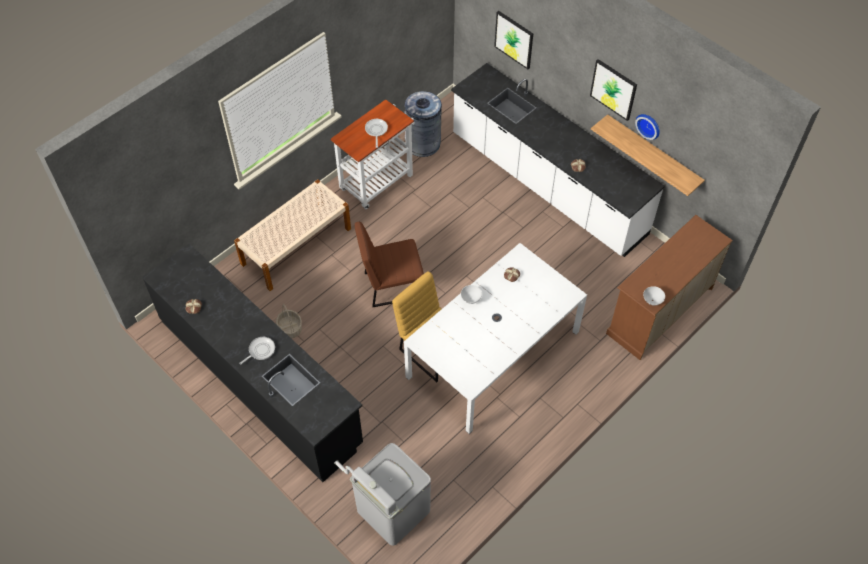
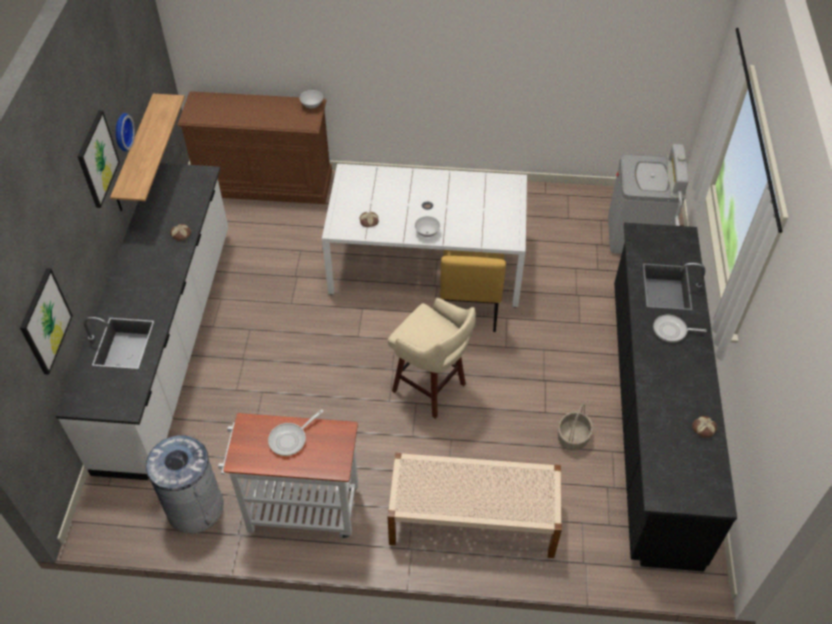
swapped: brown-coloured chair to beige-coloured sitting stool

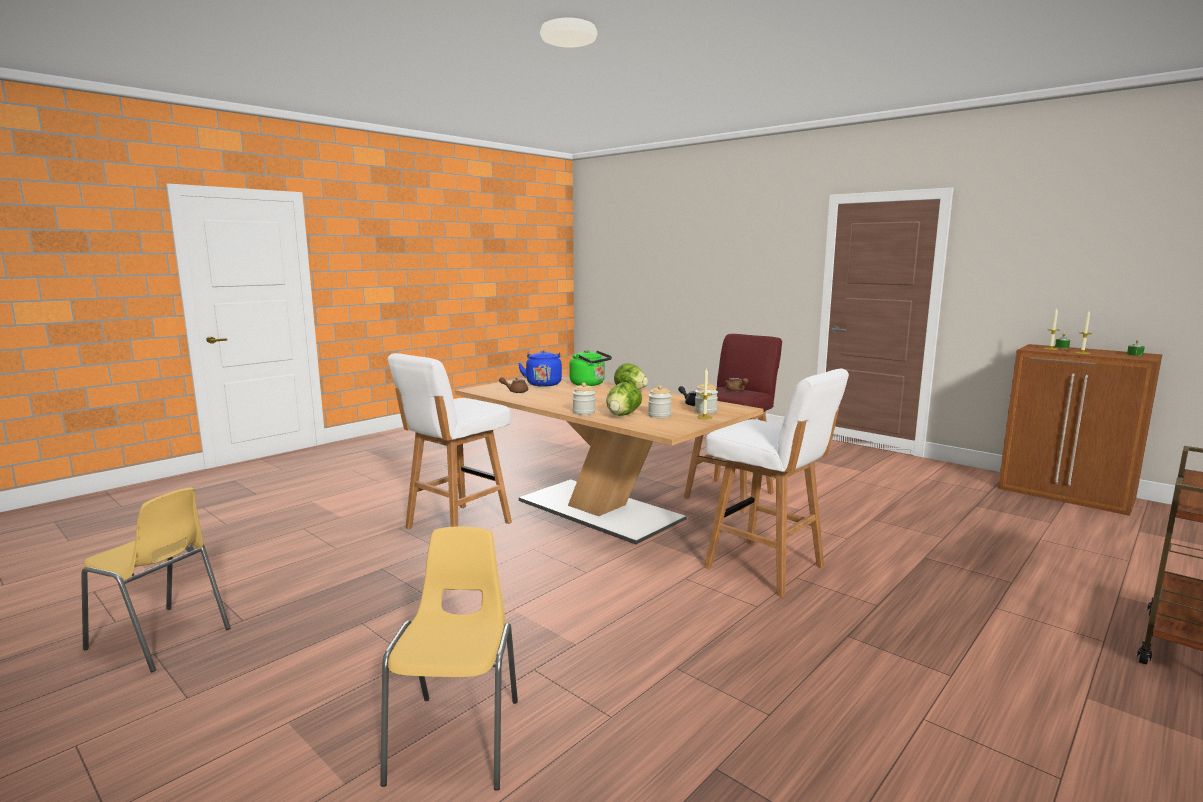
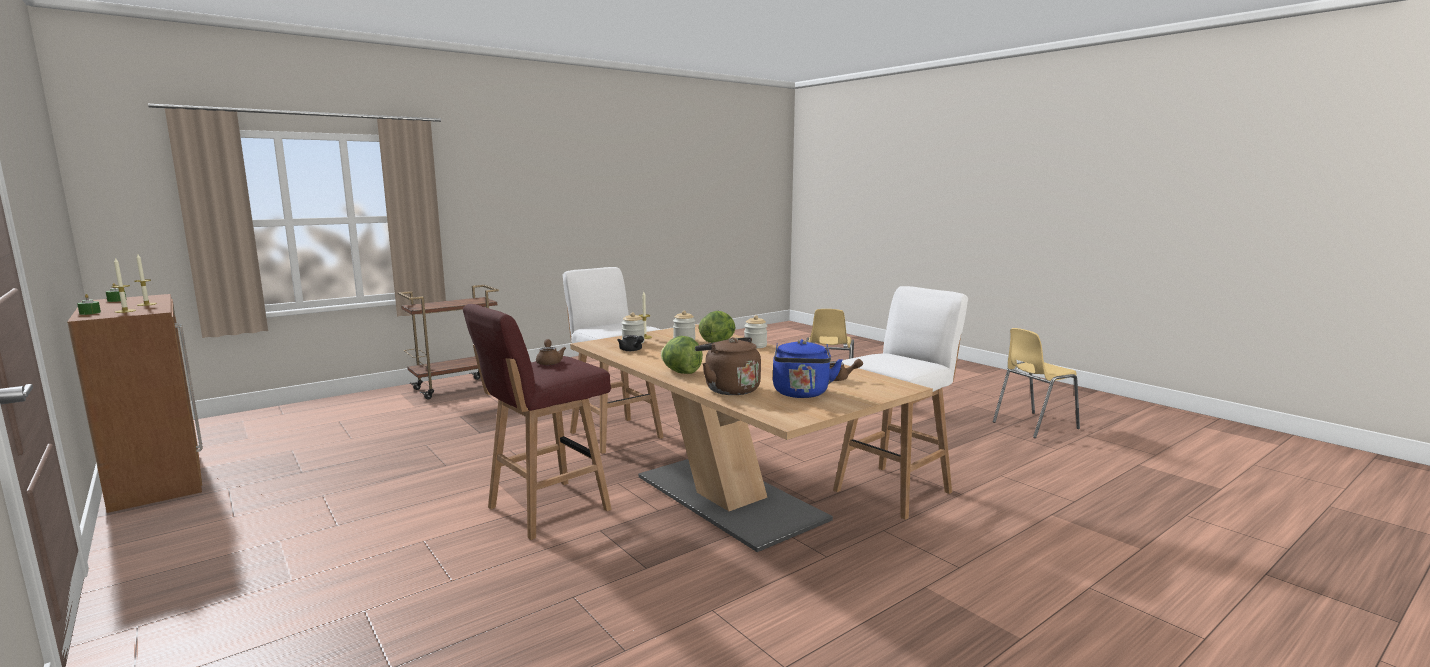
repainted: green kettle to brown-coloured kettle
rotated: yellow-coloured chair (no. 1 from left in the first image) 60 degrees counterclockwise

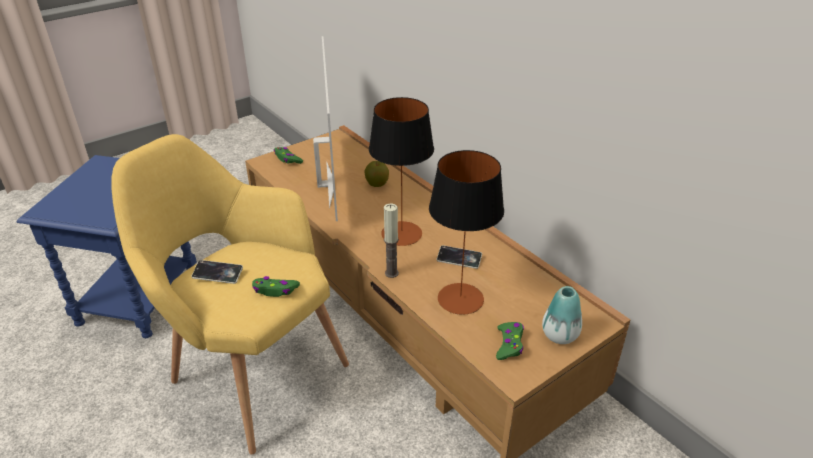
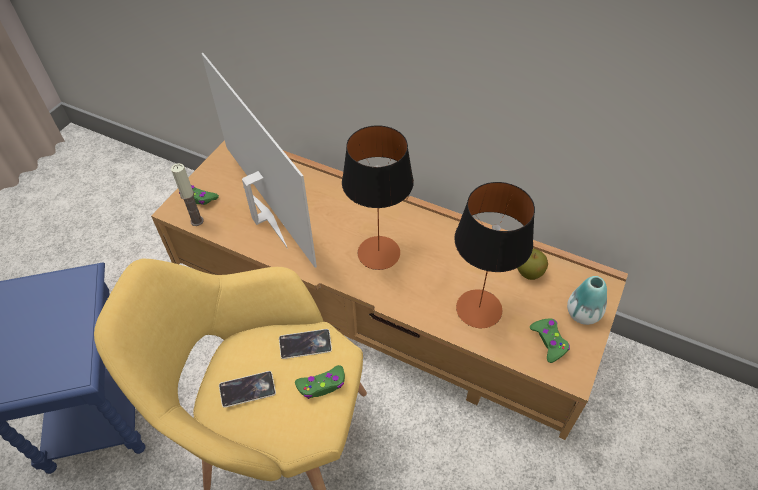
shifted: apple fruit; candle; handset (no. 2 from left)

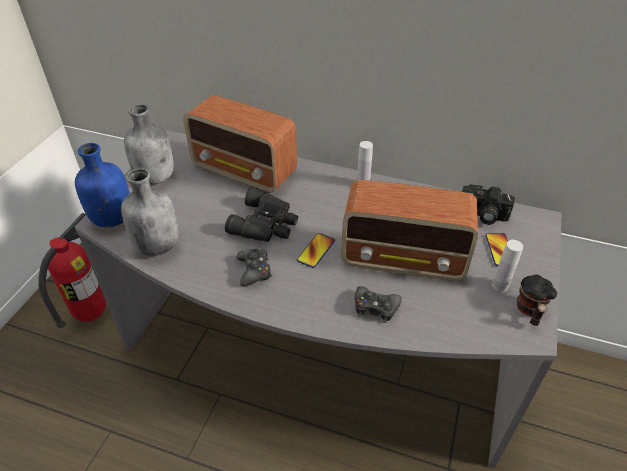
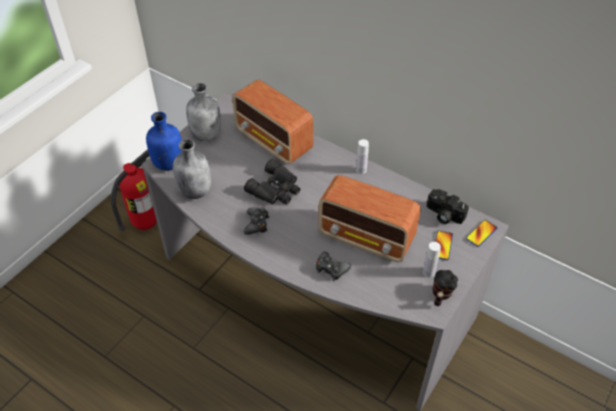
shifted: handset (no. 1 from left in the first image) to handset (no. 2 from left)

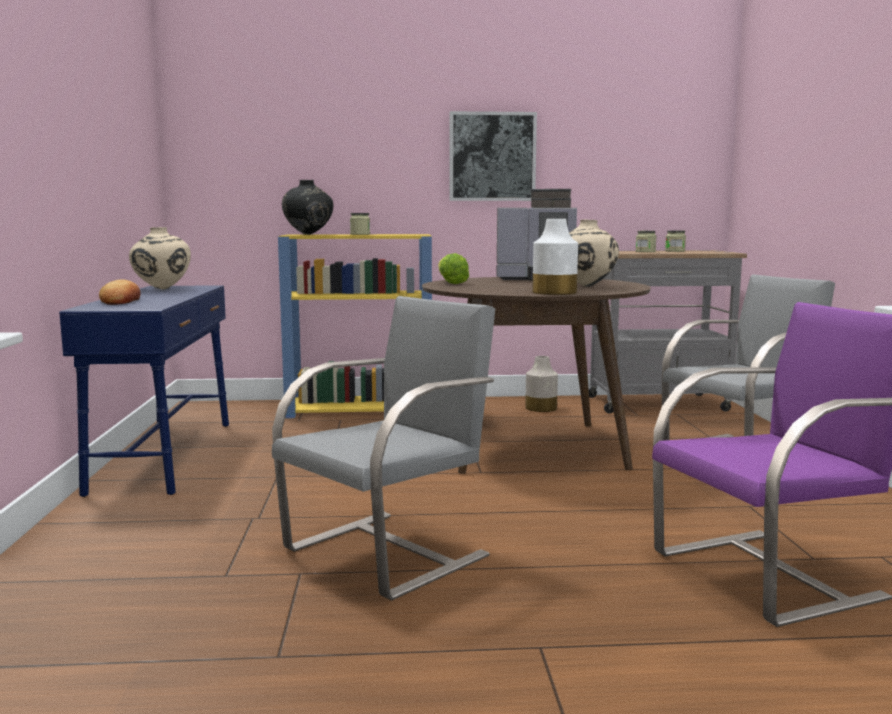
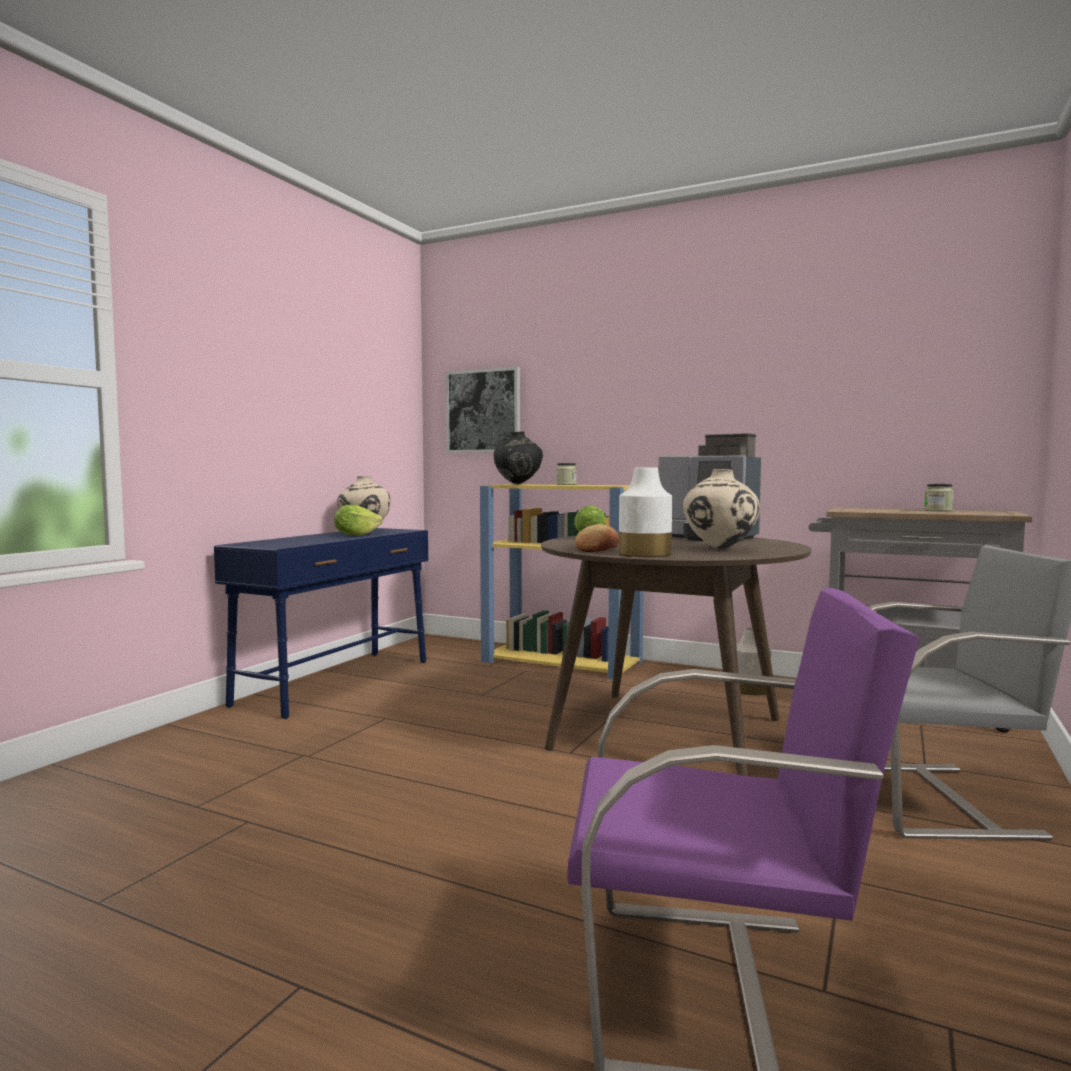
gone: greyish chair (no. 1 from left); jar (no. 2 from left)
new: lettuce (no. 1 from left)
shifted: baked bread; wall picture

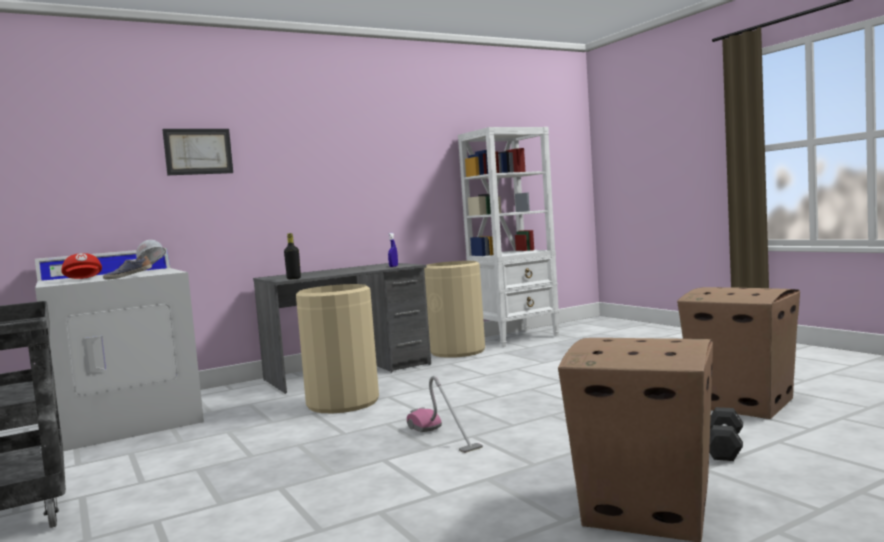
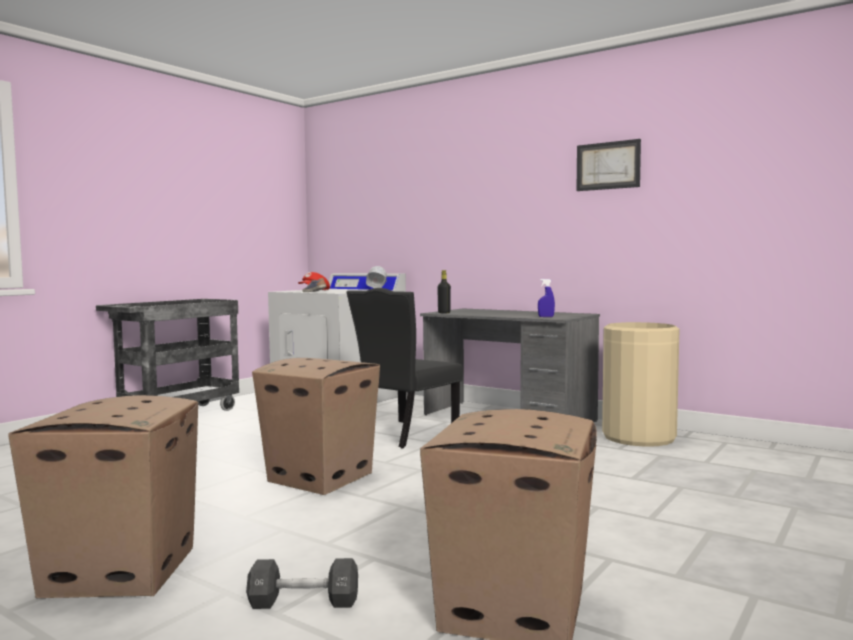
gone: white-coloured bookcase
shifted: wall picture
swapped: beige-coloured rubbish bin (no. 1 from left) to blackish chair; vacuum cleaner to packing box (no. 2 from left)

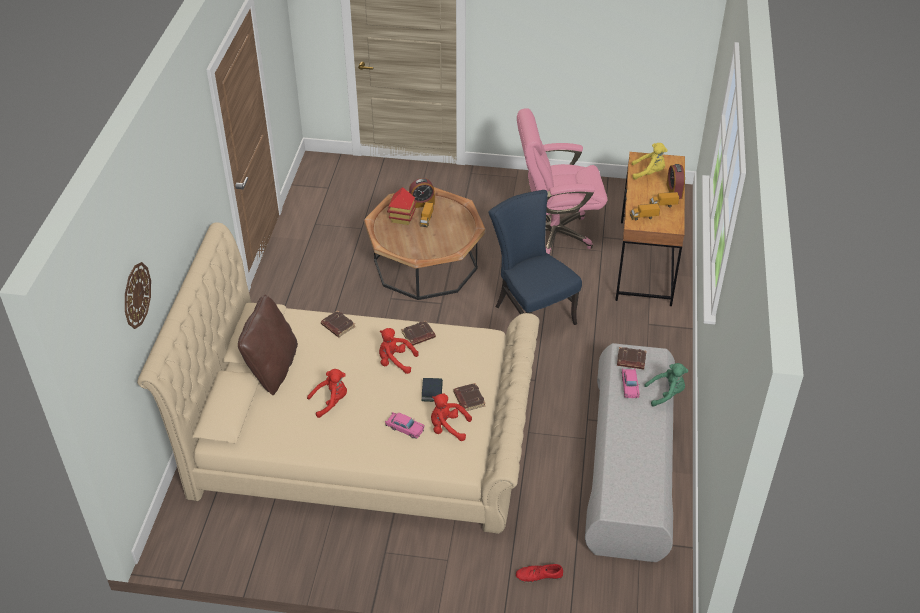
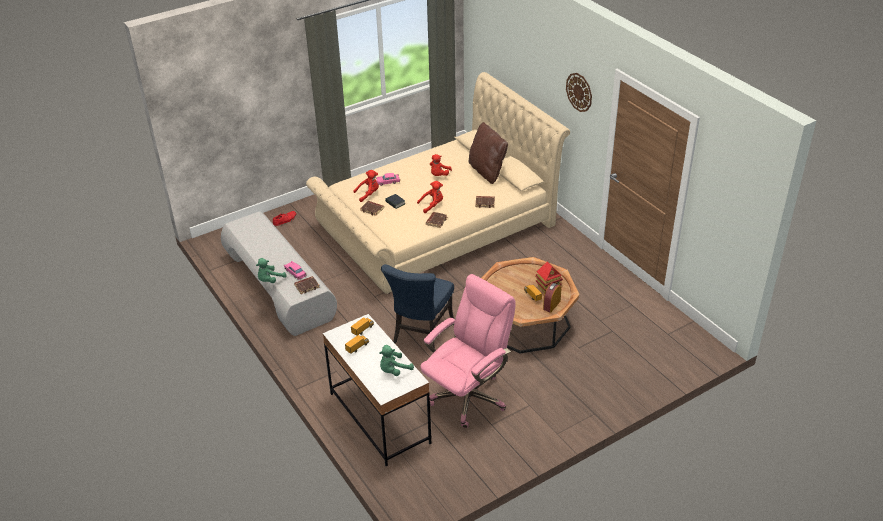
gone: bedside clock (no. 2 from left)
shifted: hanging clock
repainted: brown-coloured desk to white-coloured desk; yellow-coloured soft toy to green soft toy (no. 2 from left)
rotated: bluish chair 90 degrees clockwise

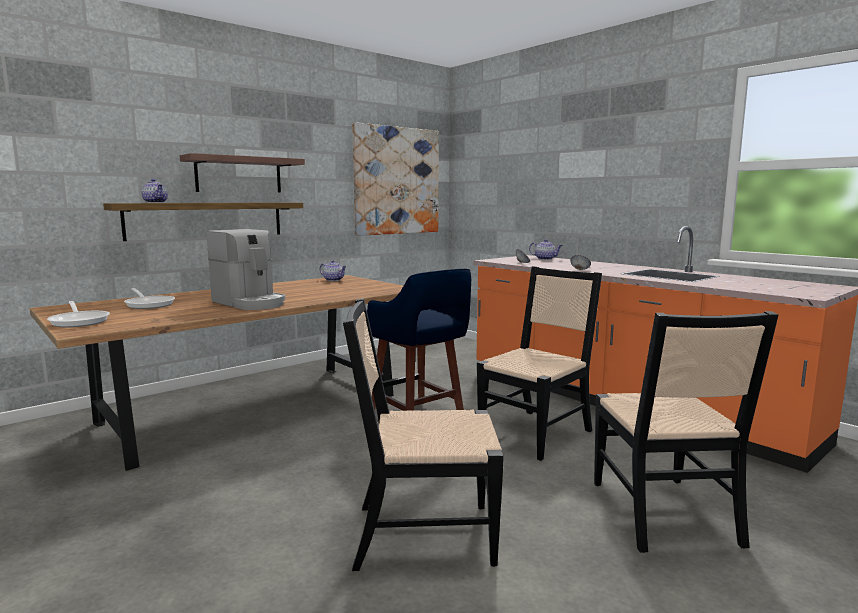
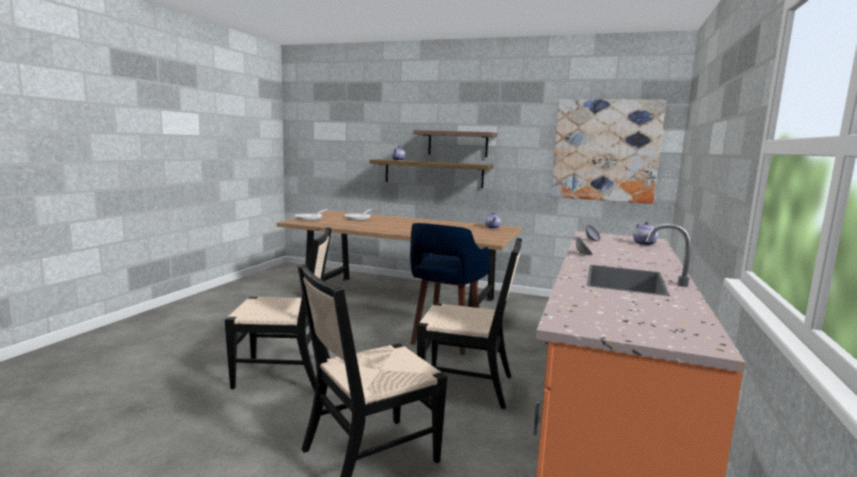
gone: coffee brewer
rotated: chair (no. 1 from left) 120 degrees clockwise

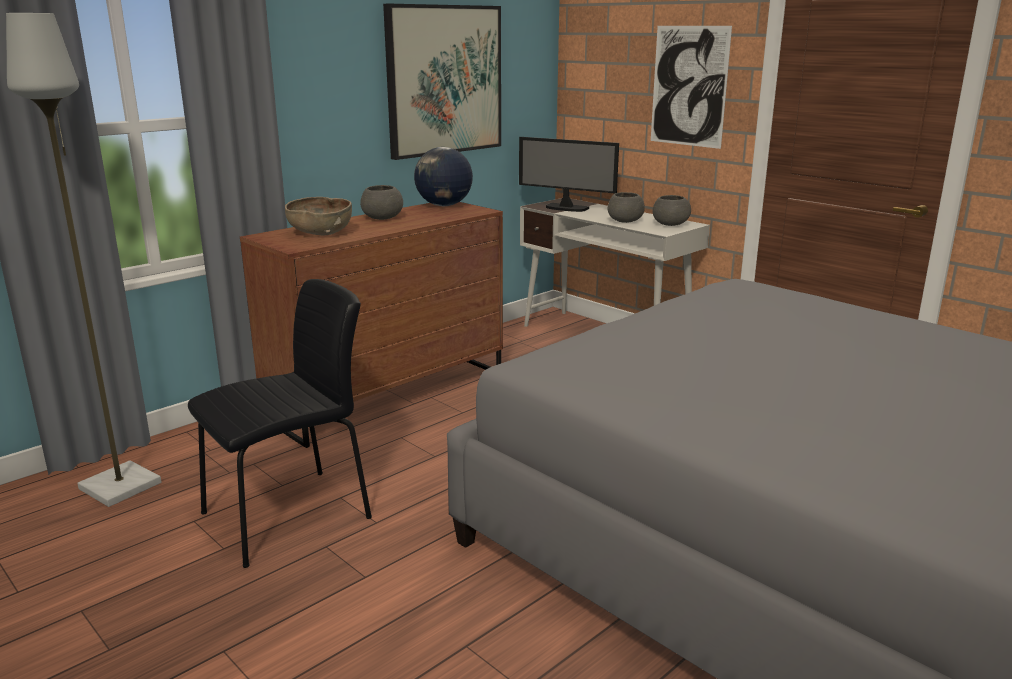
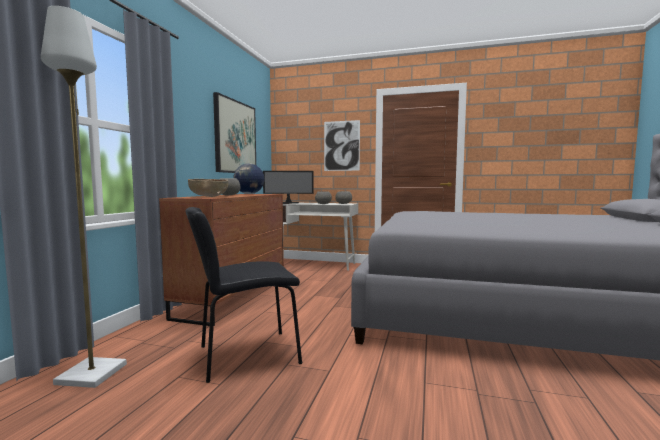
rotated: blackish chair 135 degrees counterclockwise

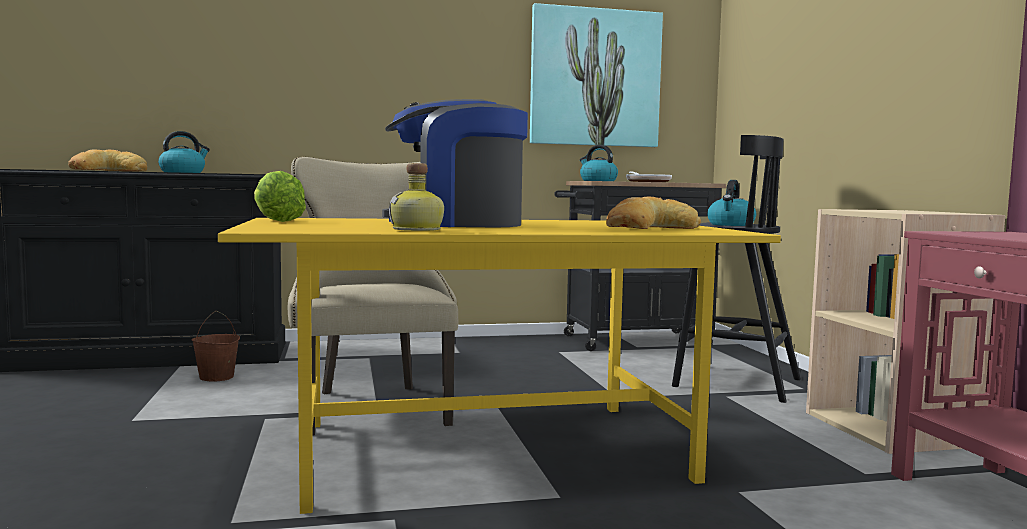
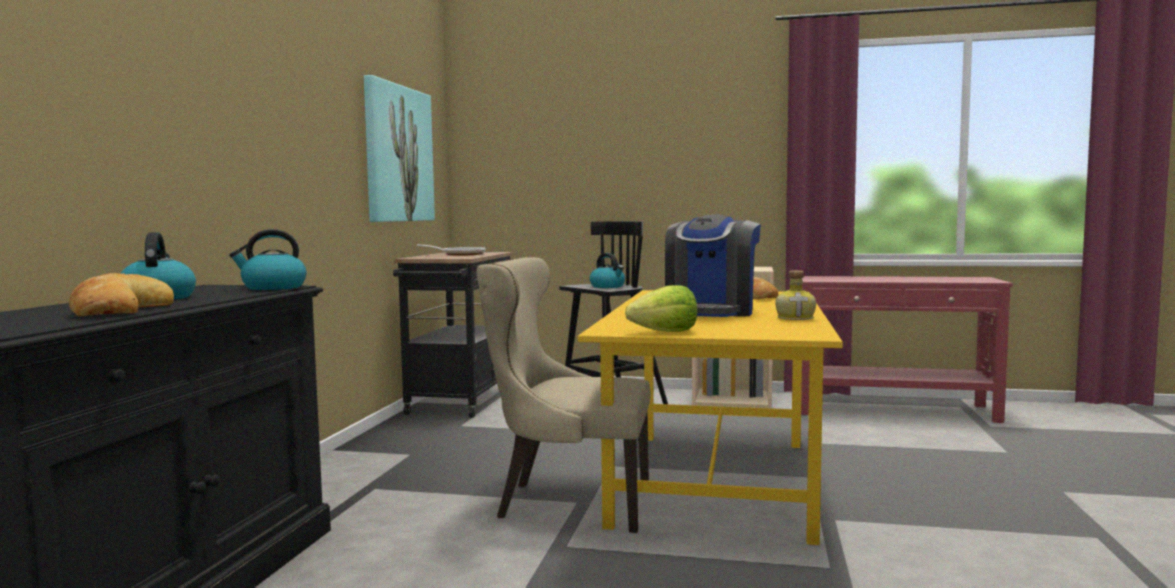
gone: brown-coloured pail
shifted: kettle (no. 2 from left)

